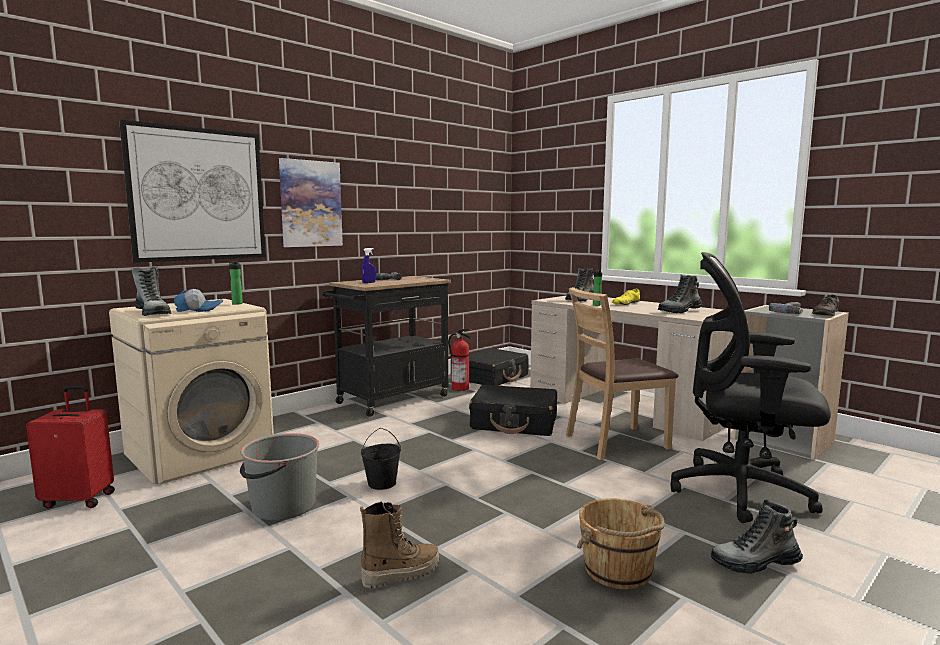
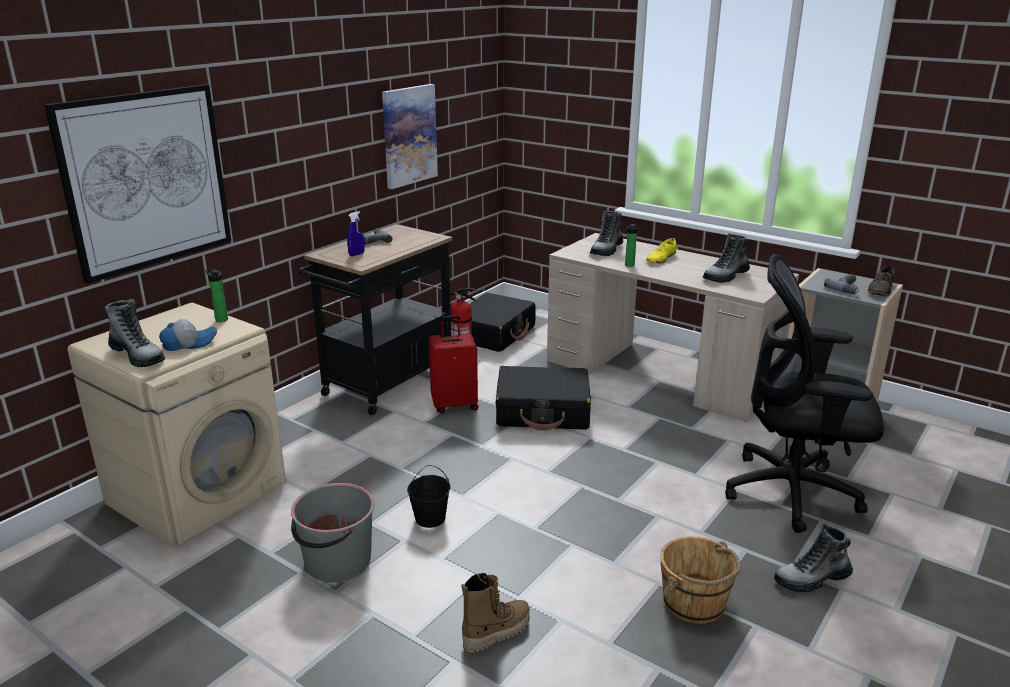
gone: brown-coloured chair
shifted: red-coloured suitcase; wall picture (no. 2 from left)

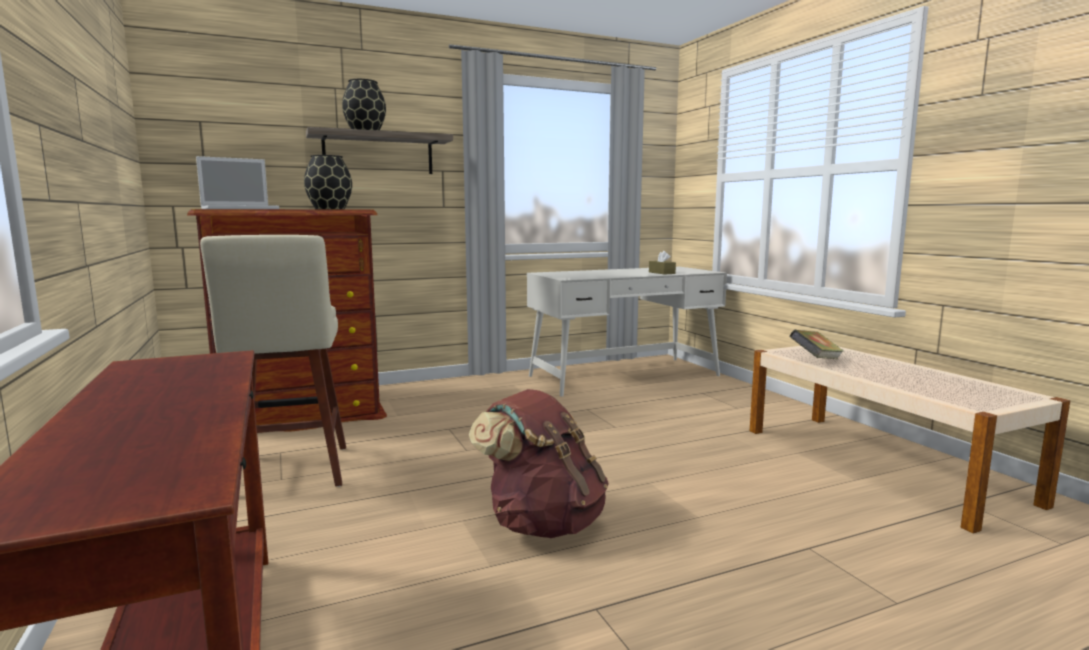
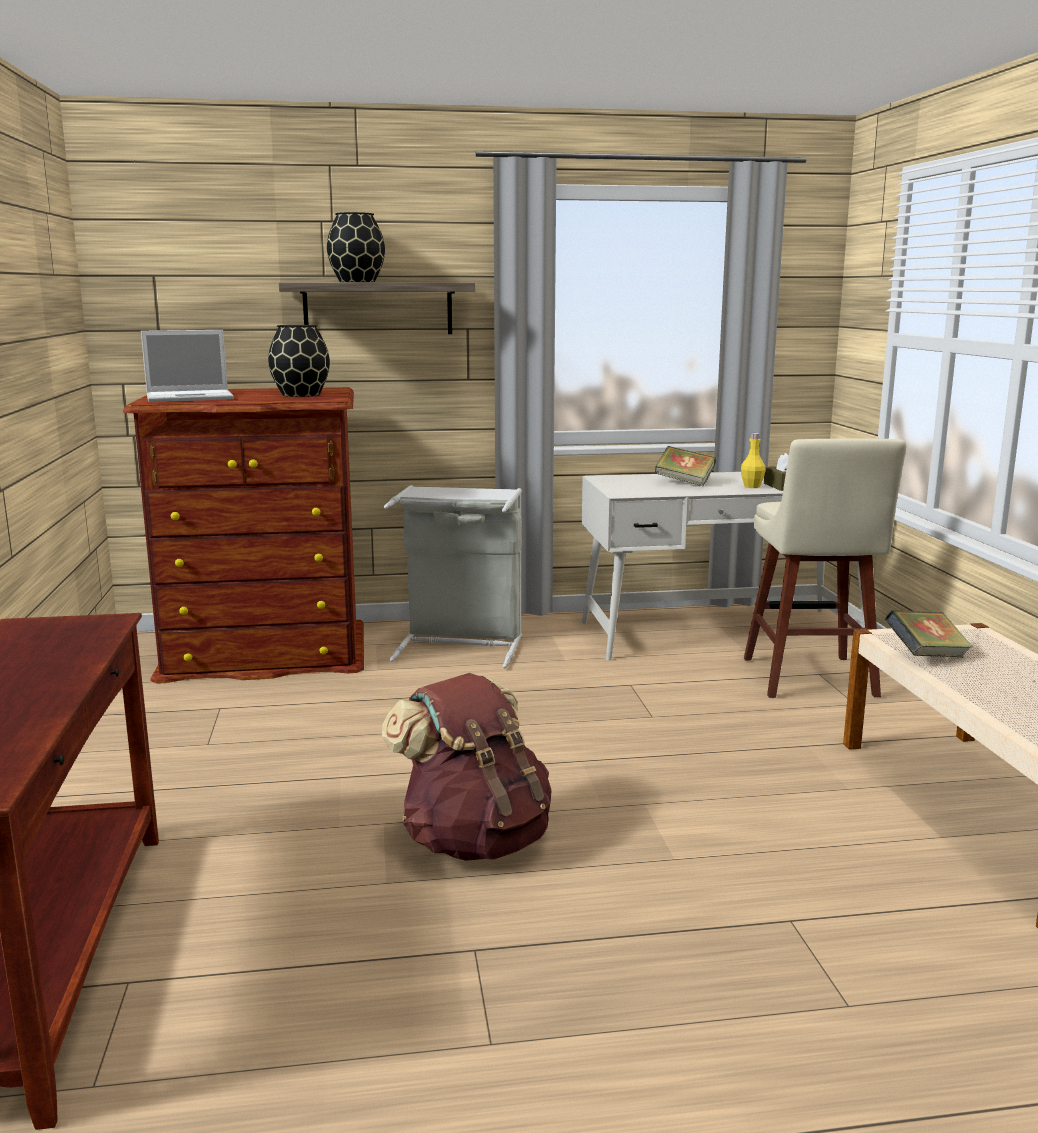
new: greyish washing basket; bound book (no. 1 from left); yellow-coloured bottle
shifted: beige-coloured sitting stool

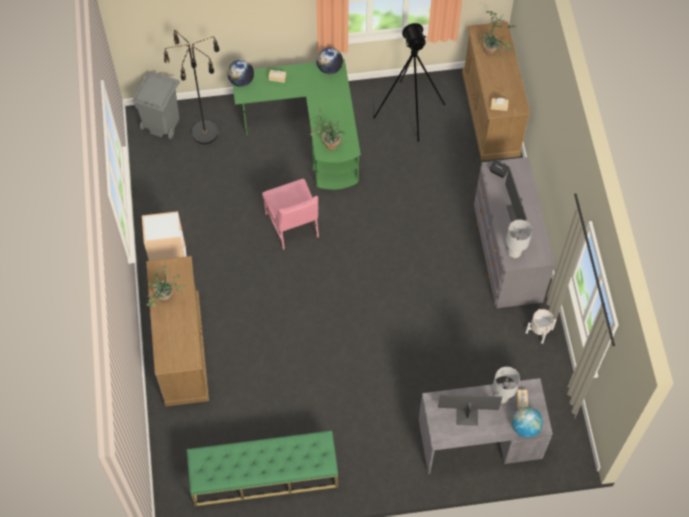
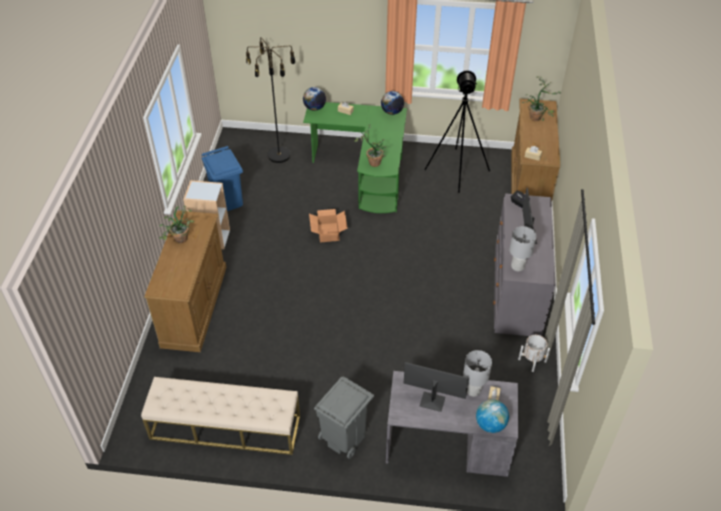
new: bluish rubbish bin
shifted: greyish rubbish bin
swapped: pink-coloured chair to packing box
repainted: green bench to beige-coloured bench

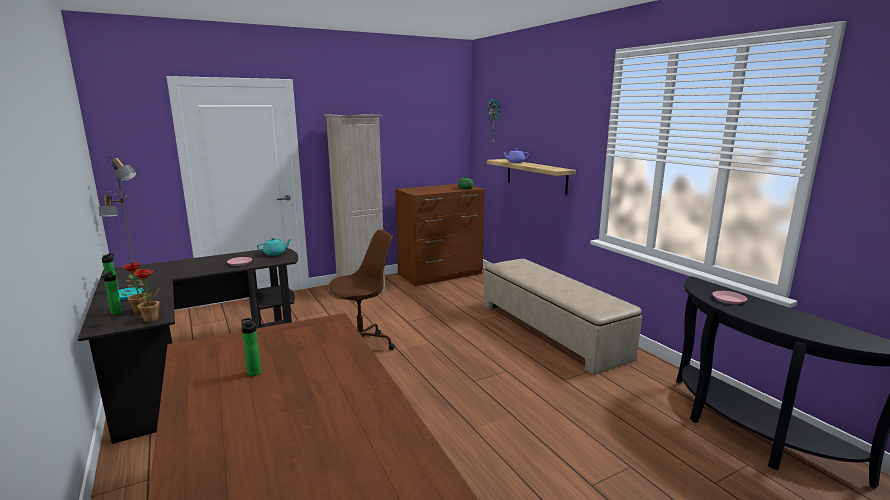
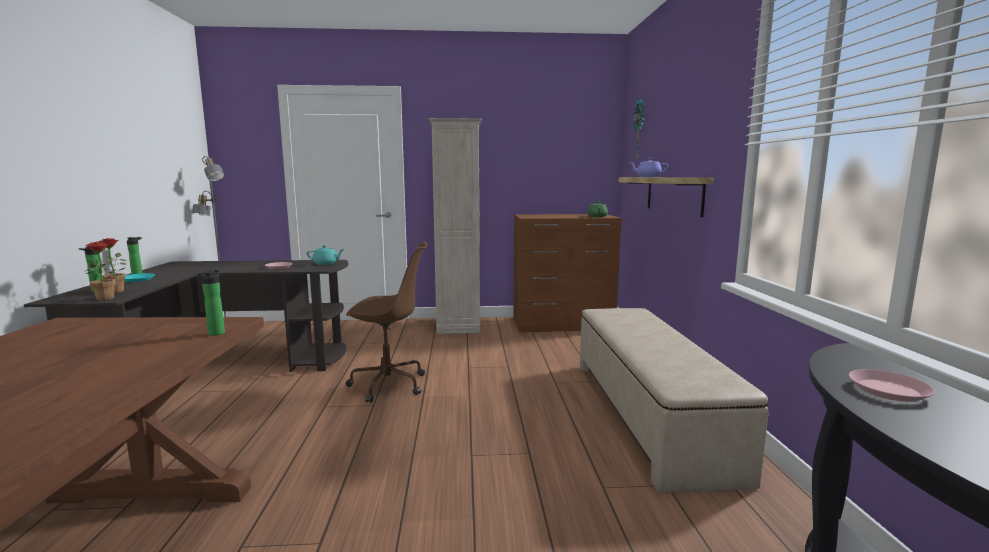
shifted: bottle (no. 3 from left)

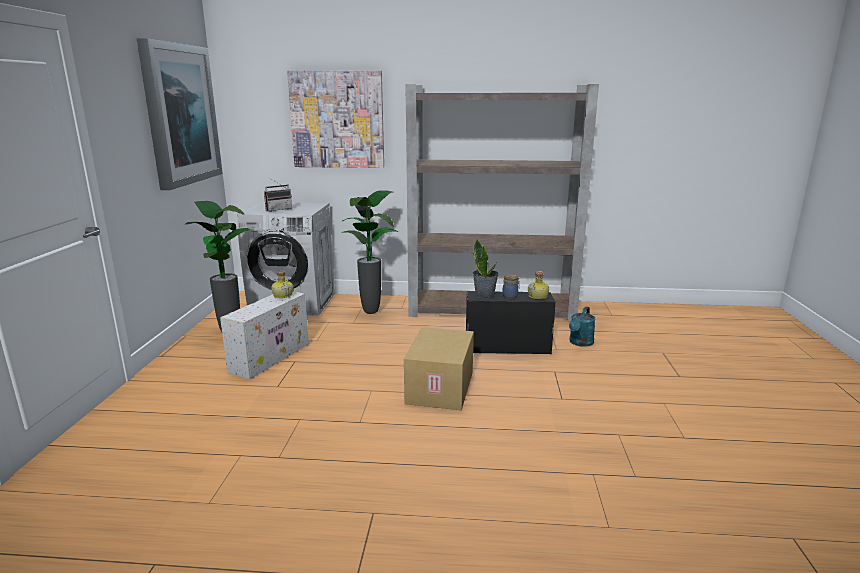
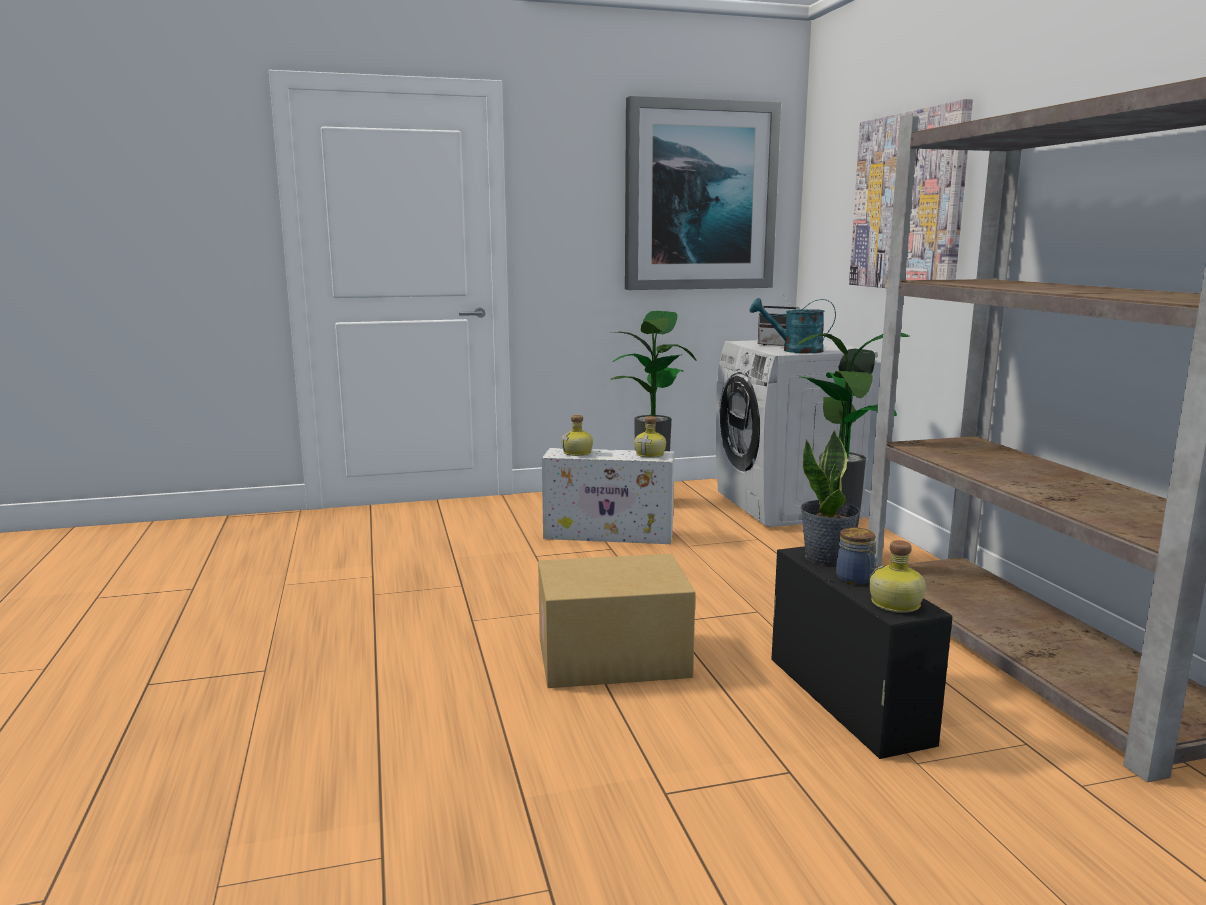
new: bottle (no. 1 from left)
shifted: turquoise-coloured watering can

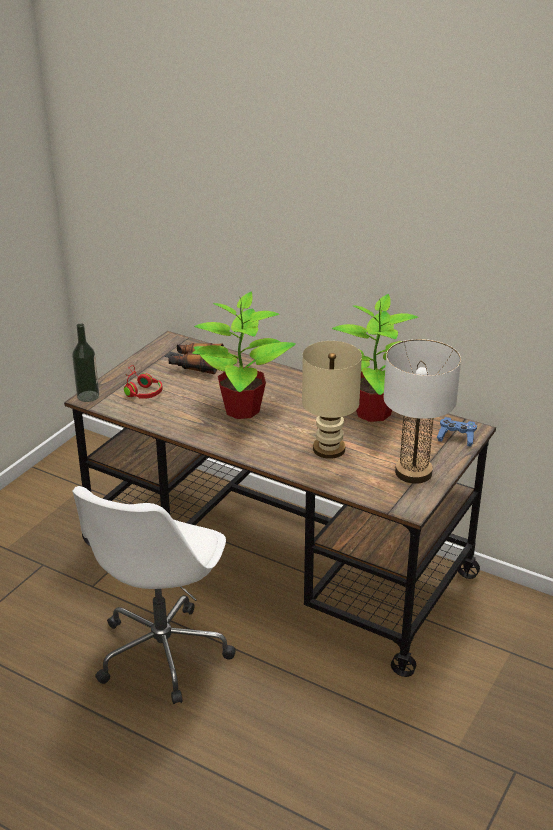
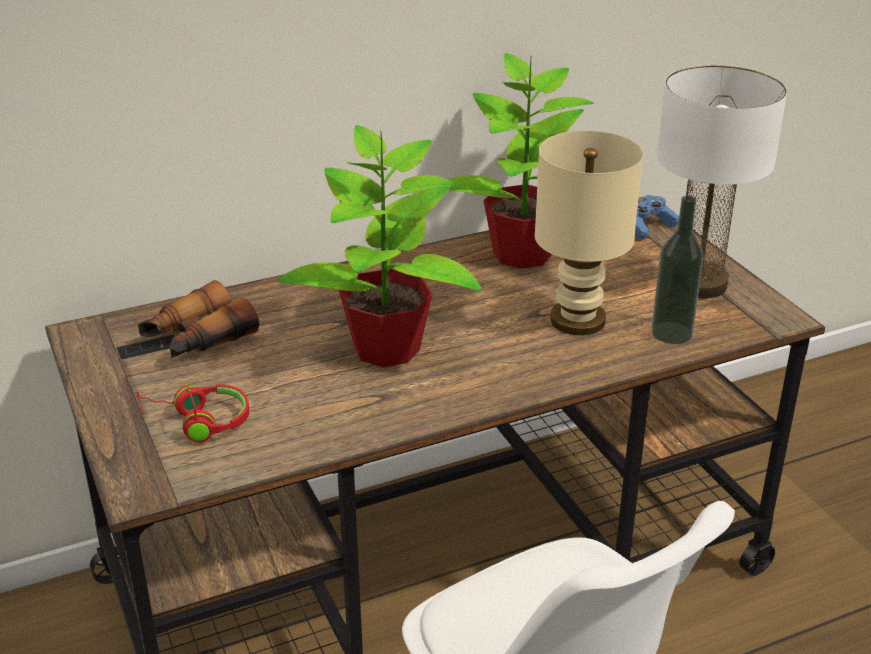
shifted: bottle

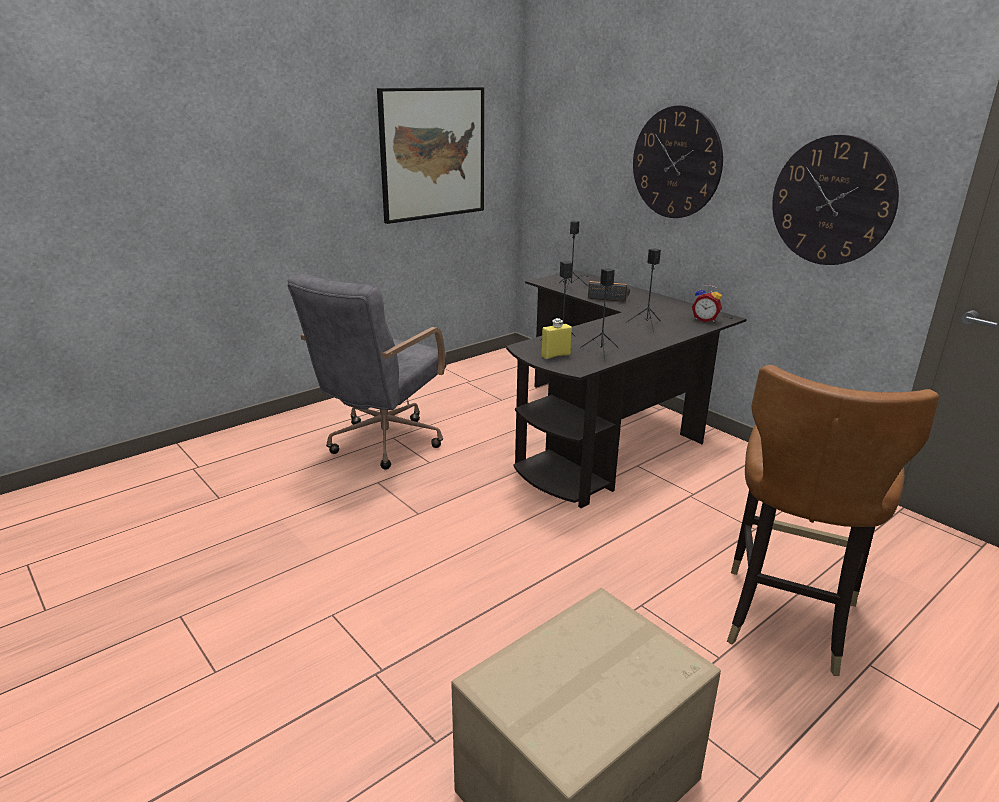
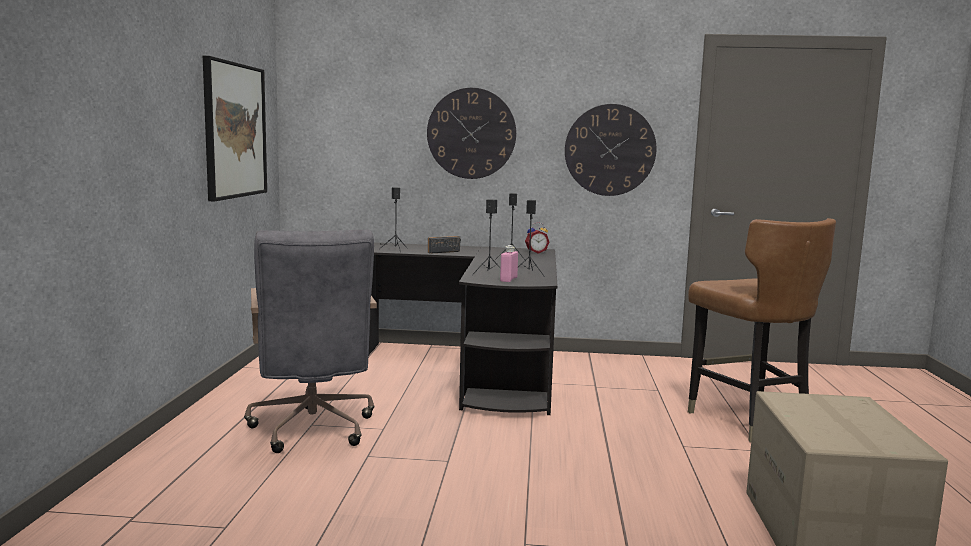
repainted: yellow-coloured bottle to pink-coloured bottle

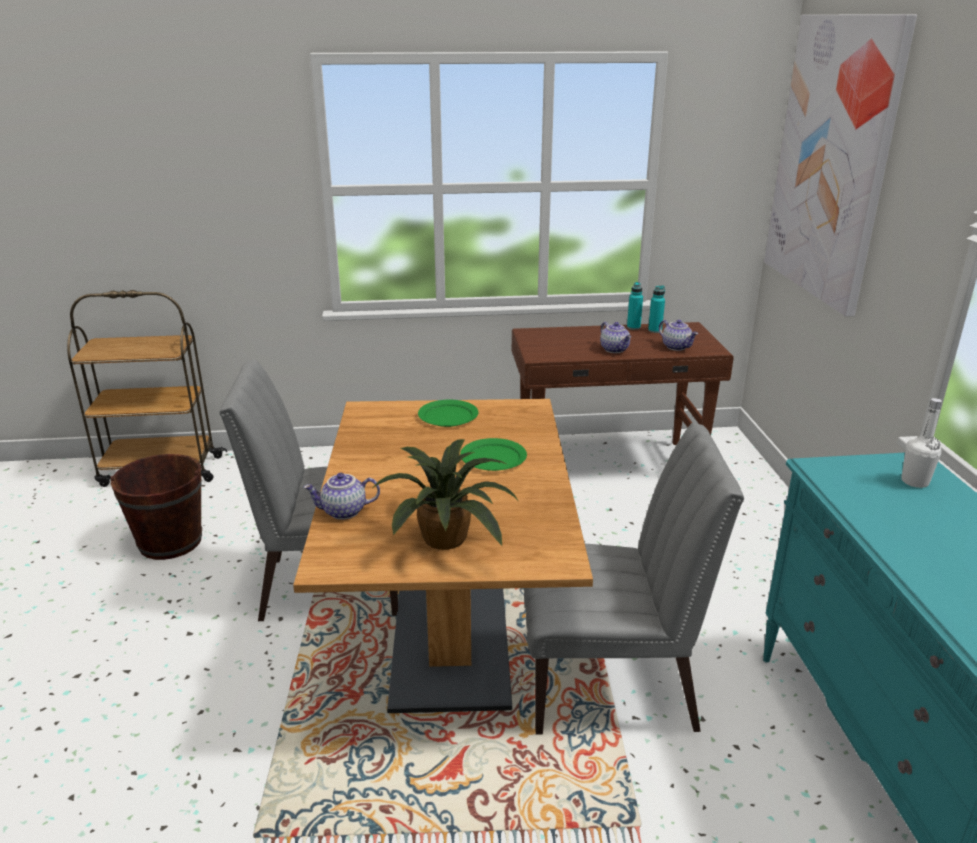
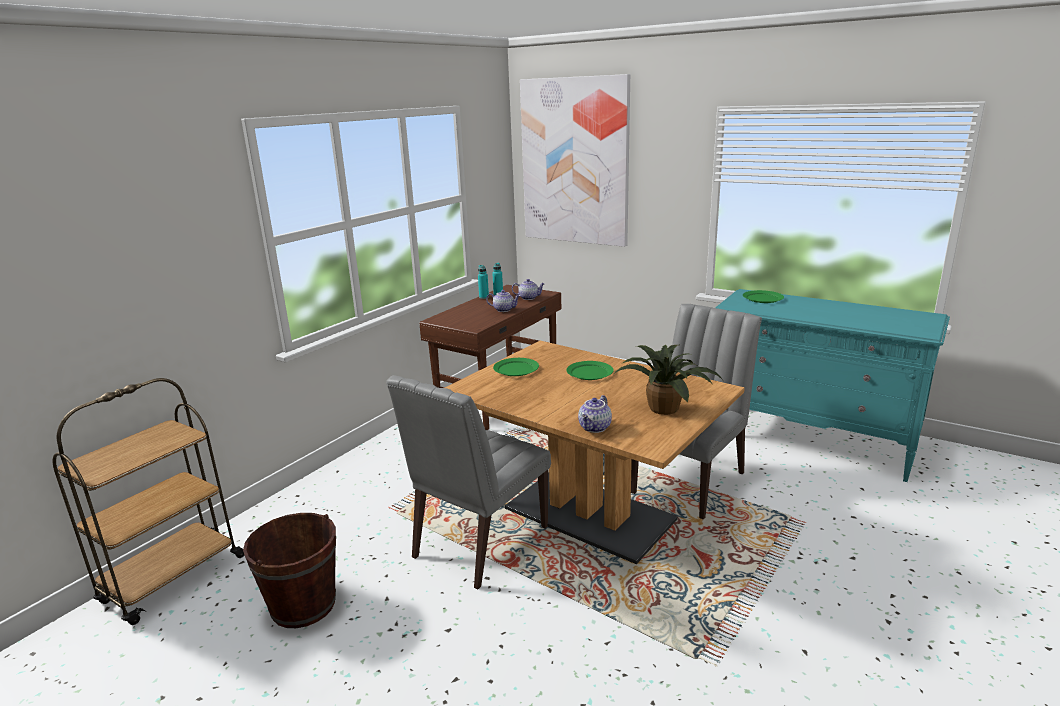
swapped: white-coloured bottle to green plate (no. 3 from left)

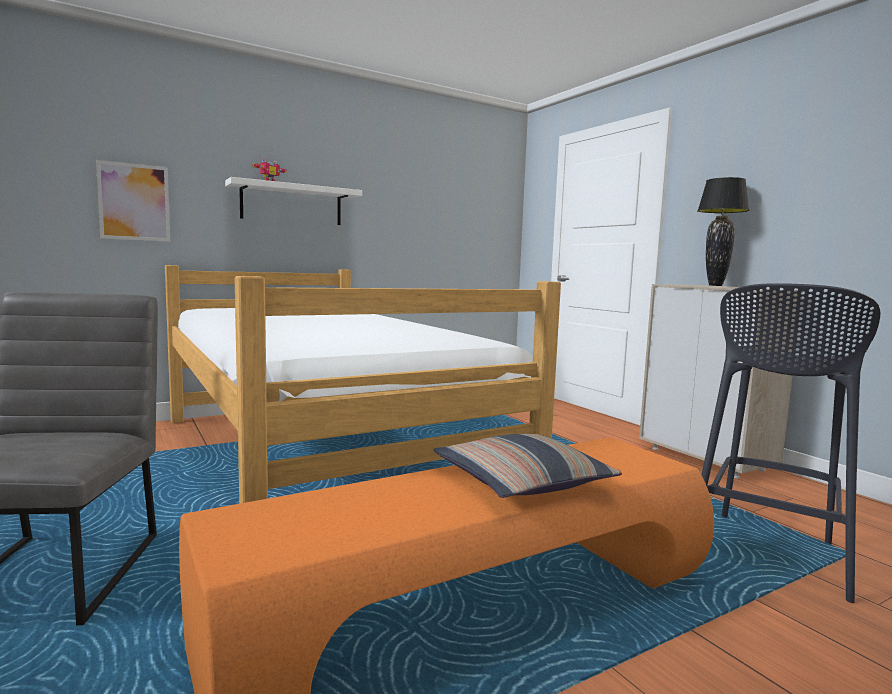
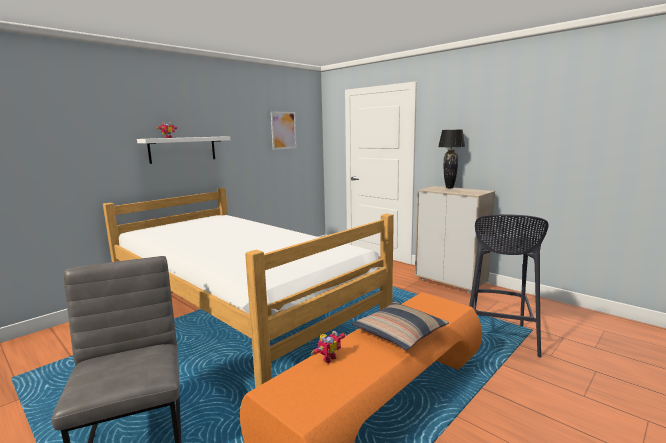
new: toy robot (no. 2 from left)
shifted: wall picture

